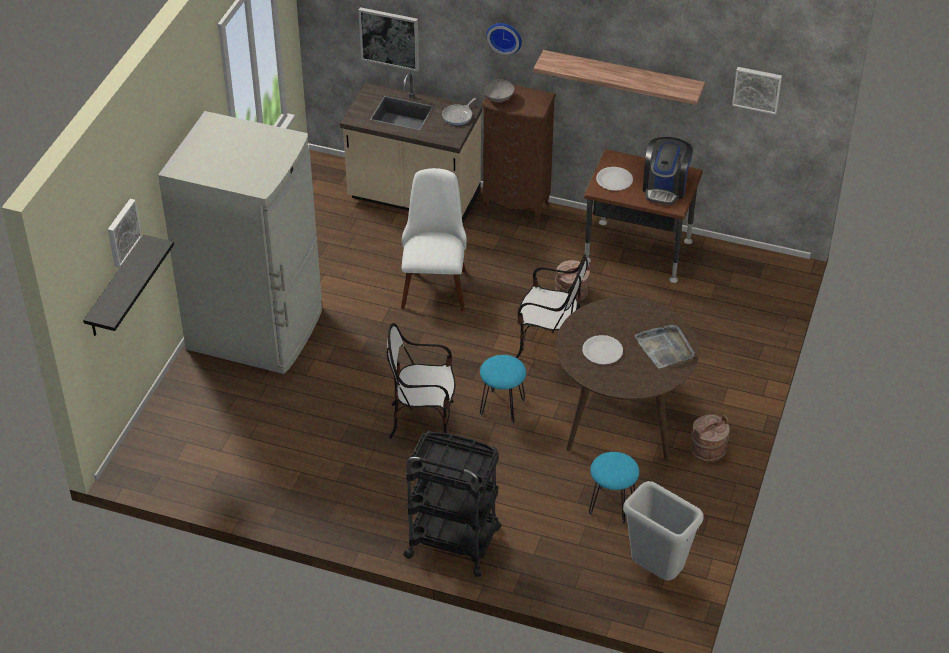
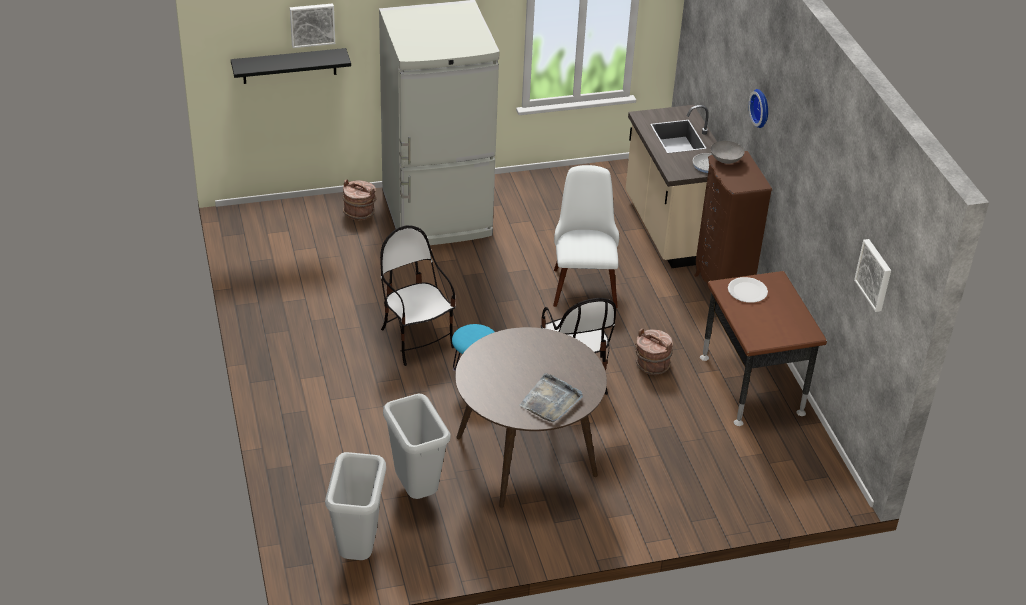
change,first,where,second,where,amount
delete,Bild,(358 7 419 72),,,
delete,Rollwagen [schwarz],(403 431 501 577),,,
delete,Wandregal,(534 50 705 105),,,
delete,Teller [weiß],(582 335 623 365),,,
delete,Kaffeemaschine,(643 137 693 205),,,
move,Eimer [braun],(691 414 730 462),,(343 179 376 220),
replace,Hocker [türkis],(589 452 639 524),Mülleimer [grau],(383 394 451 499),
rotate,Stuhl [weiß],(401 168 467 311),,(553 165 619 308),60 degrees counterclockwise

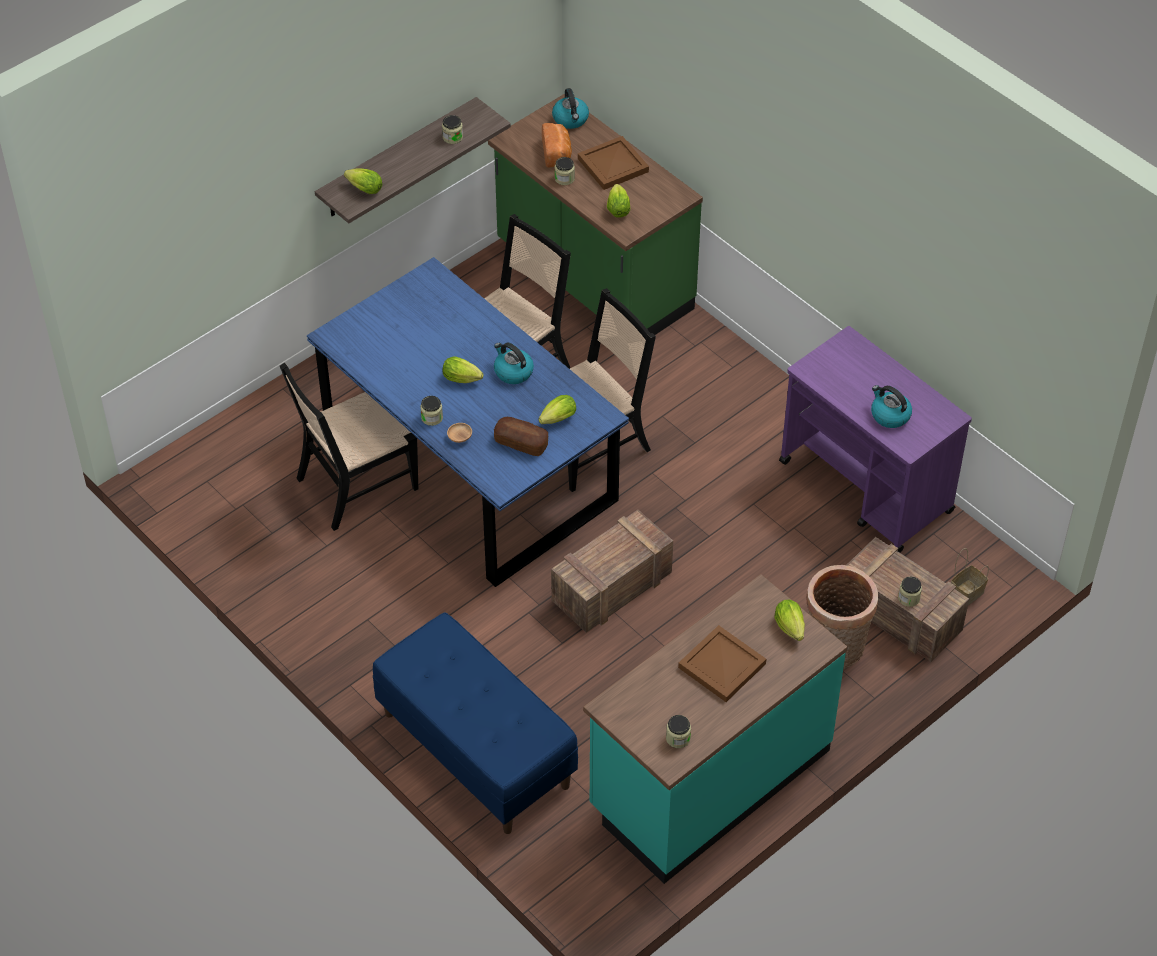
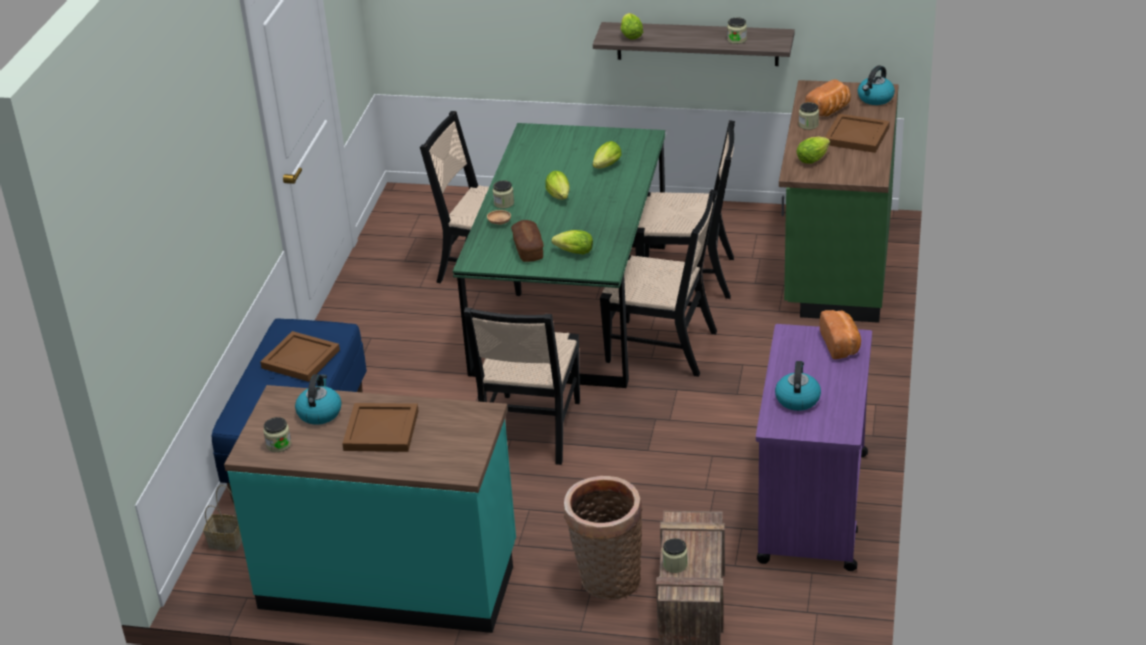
change,first,where,second,where,amount
insert,,,Tablett [braun],(260 331 340 382),
insert,,,Brot,(820 310 861 359),
move,Wasserkessel,(494 343 534 384),,(295 374 342 425),
move,Salatkopf,(774 600 805 641),,(593 141 622 168),
move,Korb,(951 548 989 605),,(203 485 242 551),
replace,Kiste,(551 510 673 633),Stuhl,(464 307 580 465),
recolor,Esstisch [blau],(307 257 629 587),Esstisch [grün],(453 123 666 388),

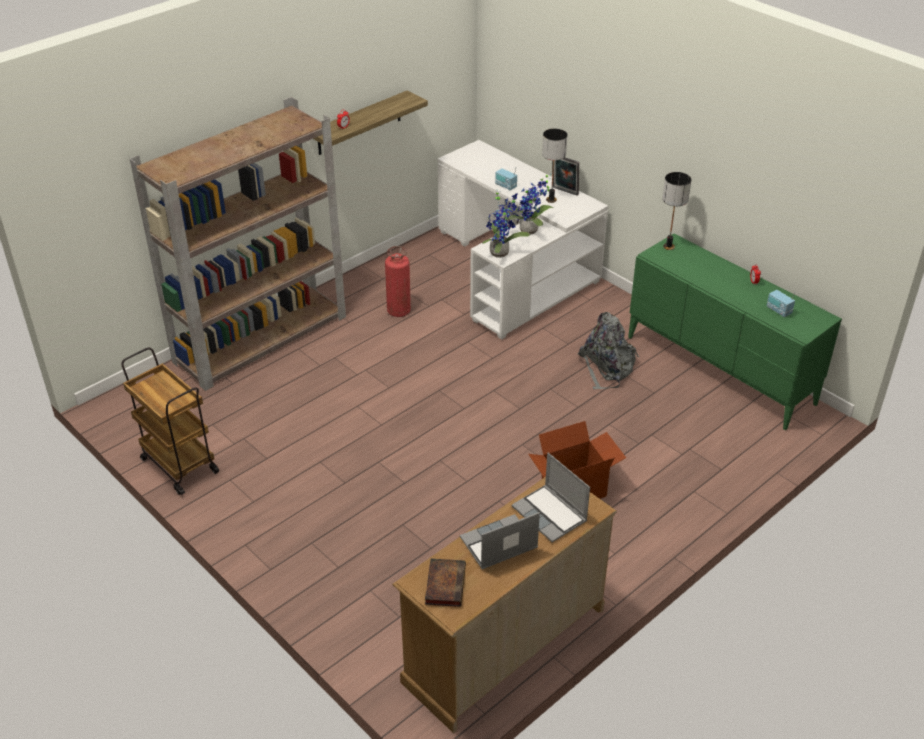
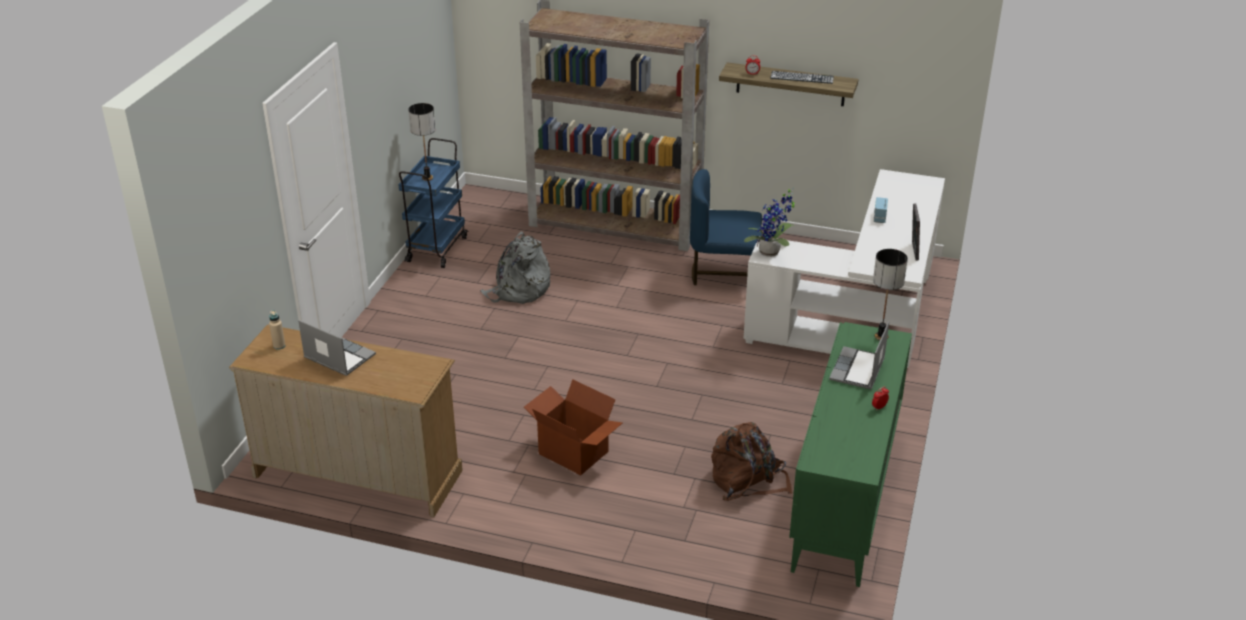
change,first,where,second,where,amount
delete,Topfpflanze,(507 174 553 235),,,
delete,Radio,(767 290 795 317),,,
insert,,,Rucksack [braun],(711 422 792 501),
insert,,,Tastatur,(770 71 834 84),
move,Laptop,(512 453 590 542),,(829 321 889 389),
move,Tischlampe,(542 129 567 203),,(408 103 436 181),
move,Rucksack [grau],(578 312 639 389),,(480 232 550 304),
replace,Feuerlöscher,(385 246 411 317),Stuhl [blau],(690 169 762 285),
replace,Buch,(425 559 466 607),Flasche [beige],(269 310 286 350),
recolor,Rollwagen [braun],(121 348 219 495),Rollwagen [blau],(398 138 469 268),

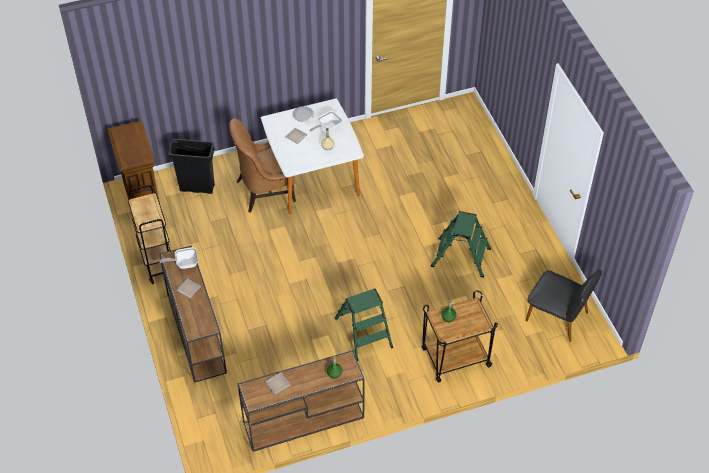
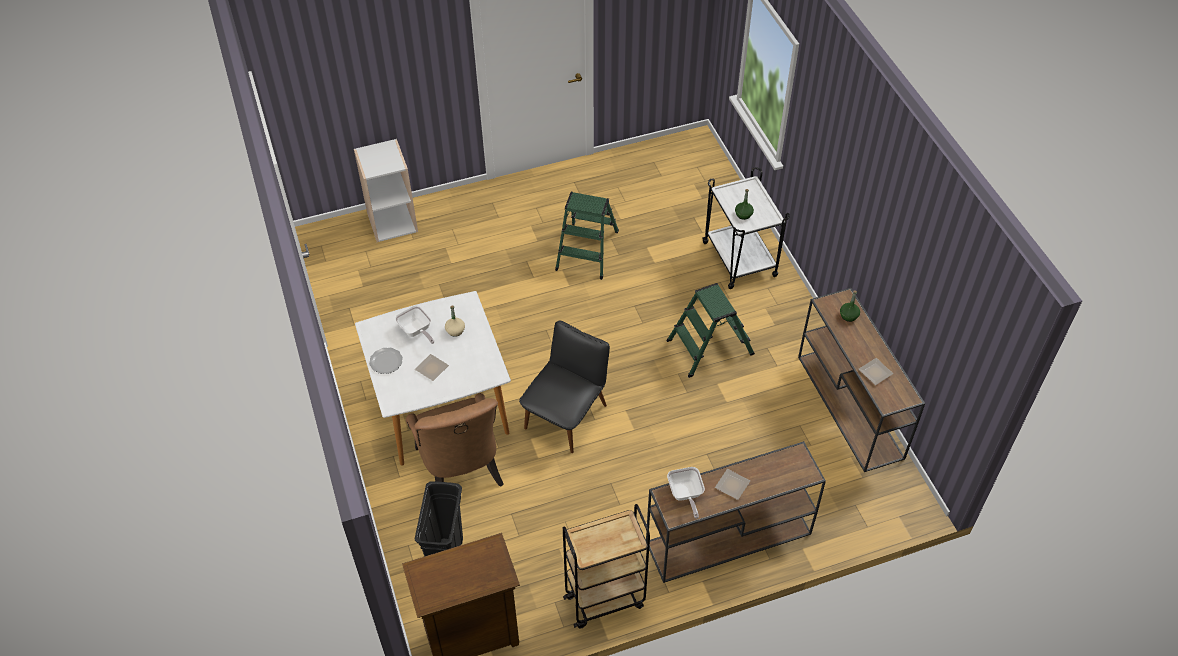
change,first,where,second,where,amount
insert,,,Bücherregal,(354 139 418 242),
move,Stuhl [schwarz],(526 269 602 342),,(519 320 610 453),
recolor,Rollwagen [braun],(422 290 498 382),Rollwagen [weiß],(702 167 790 289),

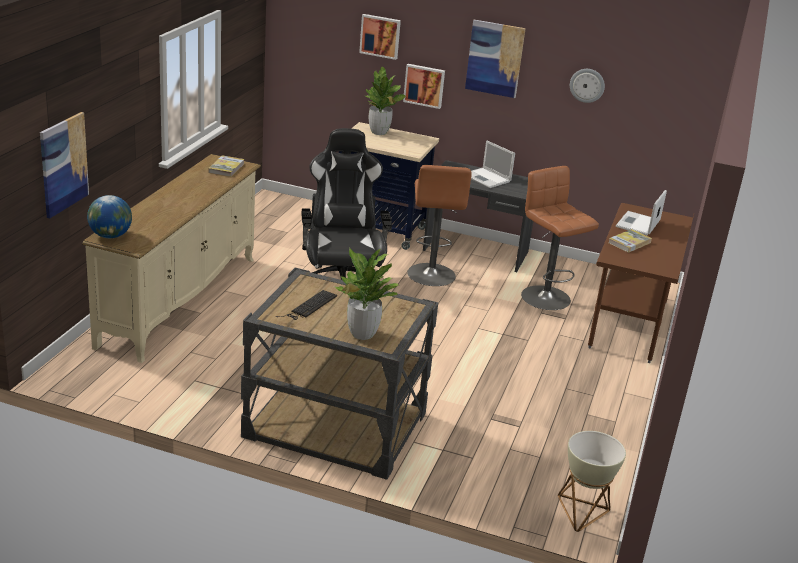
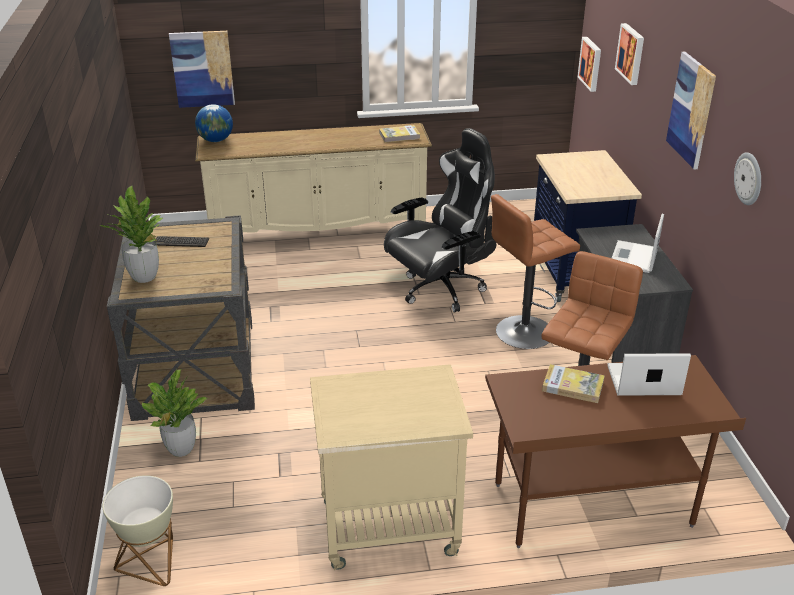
change,first,where,second,where,amount
insert,,,Rollwagen [beige],(310 364 473 571),
move,Topfpflanze,(366 66 406 135),,(142 369 207 457),
move,Bild,(403 64 445 109),,(578 37 601 92),

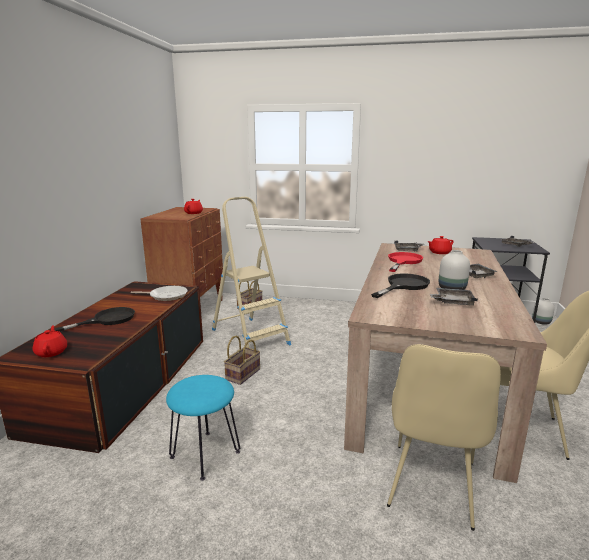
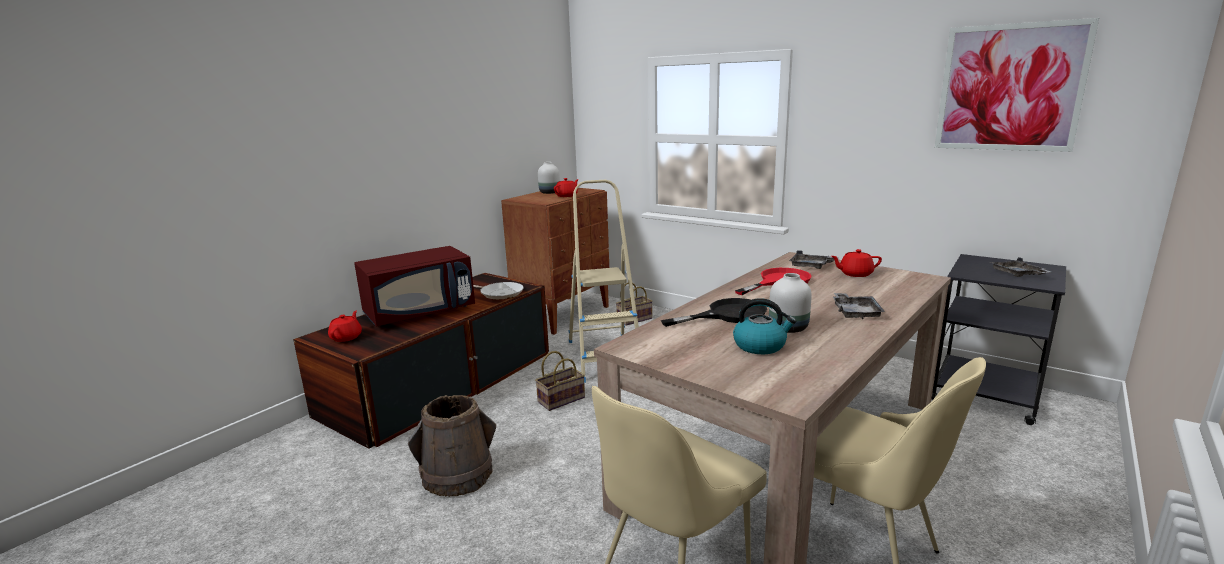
change,first,where,second,where,amount
insert,,,Bild,(934 18 1099 152),
move,Vase [weiß],(532 298 555 325),,(538 162 560 194),
replace,Pfanne [schwarz],(54 307 135 332),Mikrowelle [rot],(354 246 475 327),
replace,Hocker [türkis],(166 375 240 481),Eimer [braun],(408 395 496 497),
replace,Tablett [grau],(430 288 478 306),Wasserkessel,(733 298 796 354),

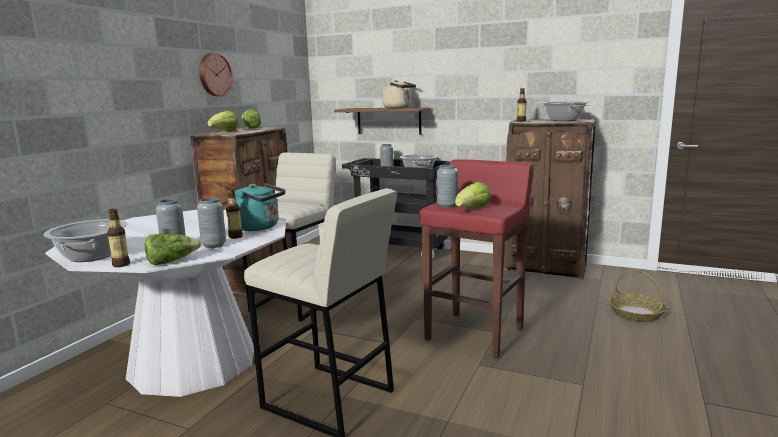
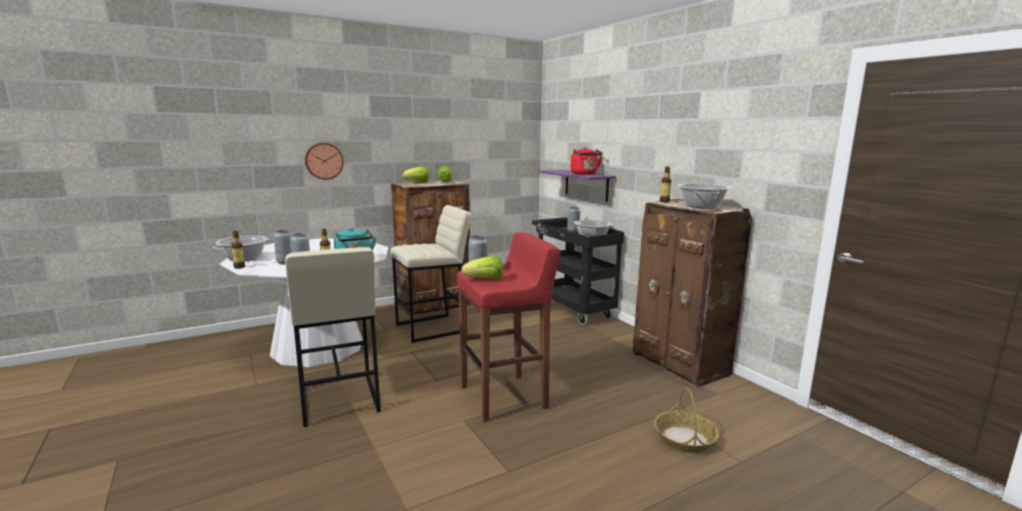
change,first,where,second,where,amount
delete,Salatkopf,(145 234 202 265),,,
move,Wanduhr,(199 52 233 96),,(305 143 344 180),
recolor,Wandregal [braun],(334 107 431 135),Wandregal [lila],(538 169 616 202),
recolor,Wasserkessel [beige],(383 80 416 108),Wasserkessel [rot],(571 147 603 175),

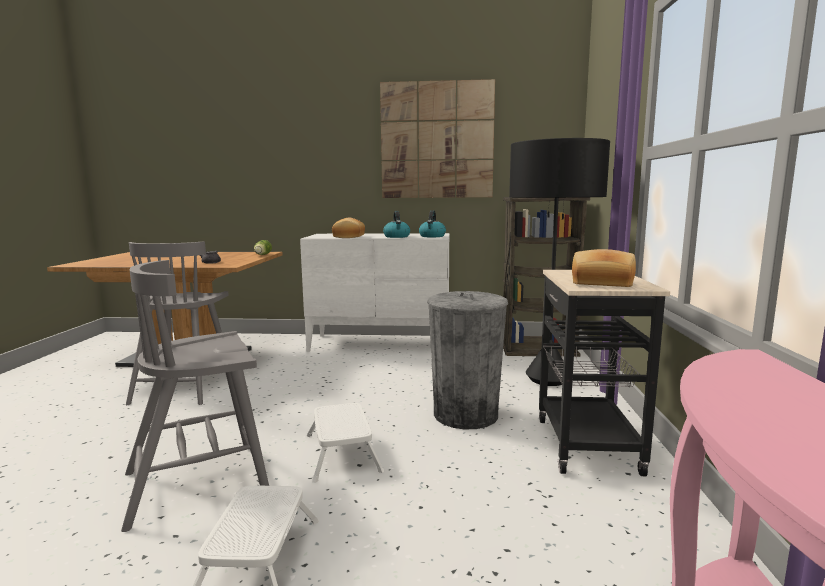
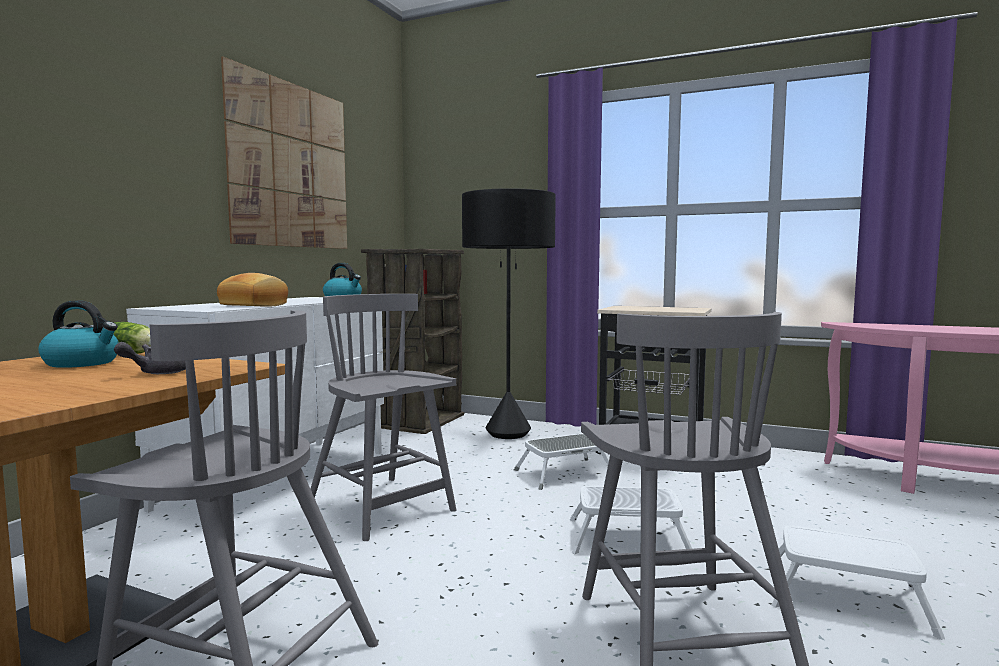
change,first,where,second,where,amount
delete,Brot,(572 249 636 287),,,
insert,,,Stuhl [grau],(311 294 456 541),
move,Wasserkessel,(383 211 410 238),,(38 300 119 368),
replace,Mülleimer [grau],(427 291 508 429),Trittleiter [grau],(514 433 609 490),

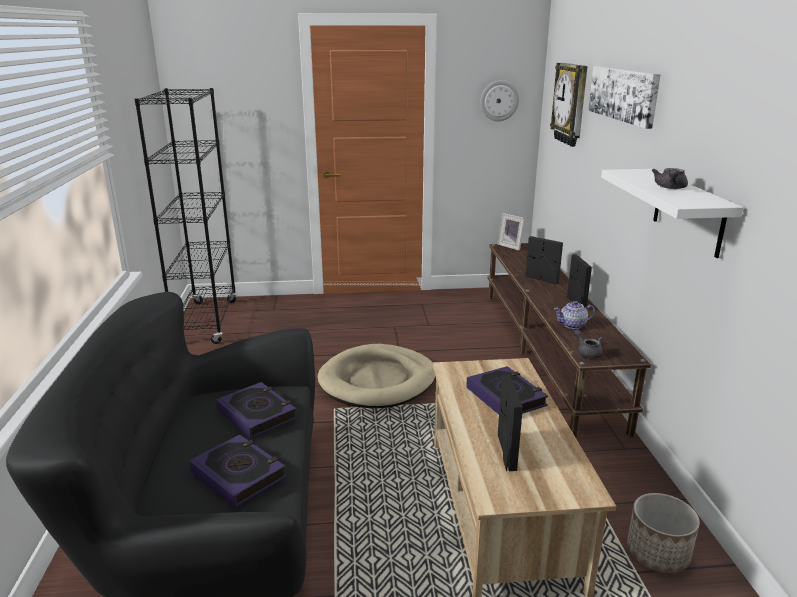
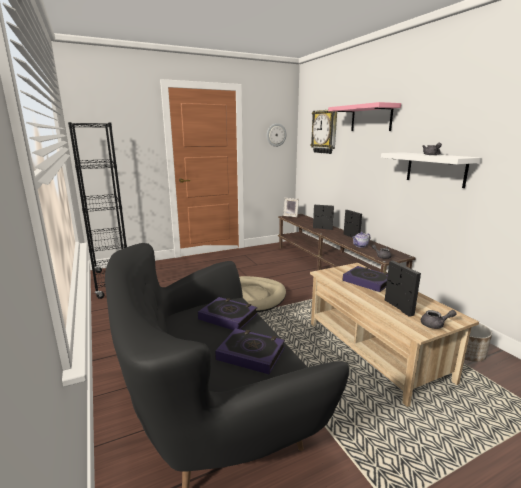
change,first,where,second,where,amount
insert,,,Teekanne [grau],(421 310 457 329),
replace,Bild,(588 66 661 129),Wandregal [rosa],(328 102 401 131),

